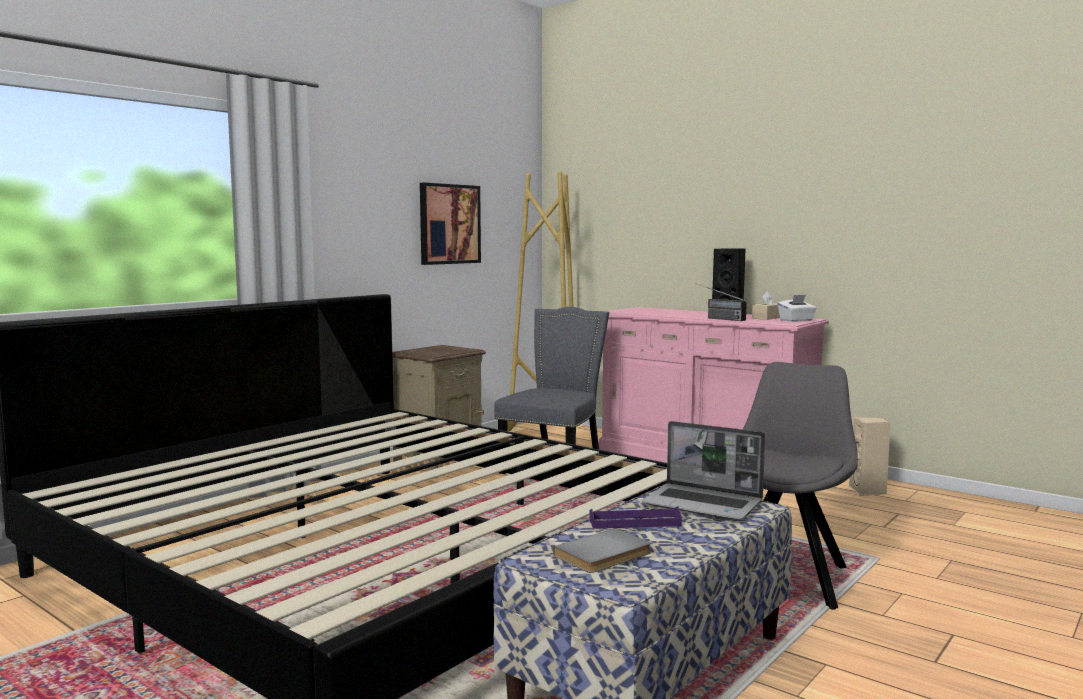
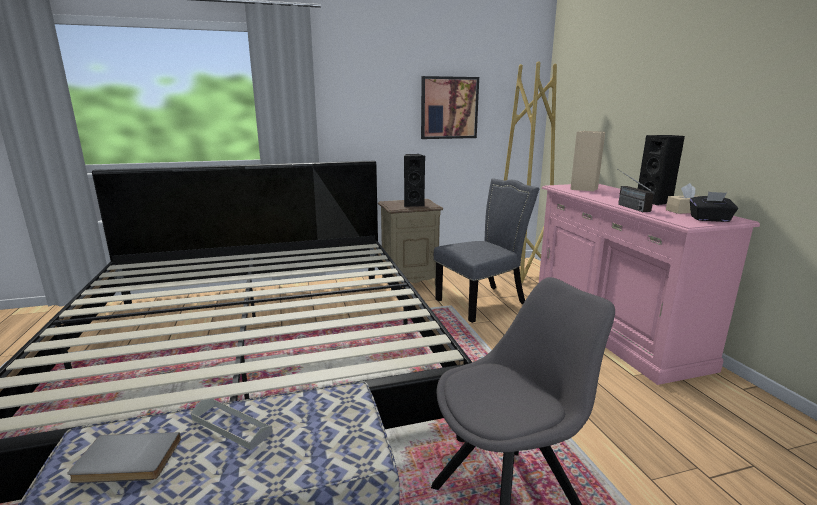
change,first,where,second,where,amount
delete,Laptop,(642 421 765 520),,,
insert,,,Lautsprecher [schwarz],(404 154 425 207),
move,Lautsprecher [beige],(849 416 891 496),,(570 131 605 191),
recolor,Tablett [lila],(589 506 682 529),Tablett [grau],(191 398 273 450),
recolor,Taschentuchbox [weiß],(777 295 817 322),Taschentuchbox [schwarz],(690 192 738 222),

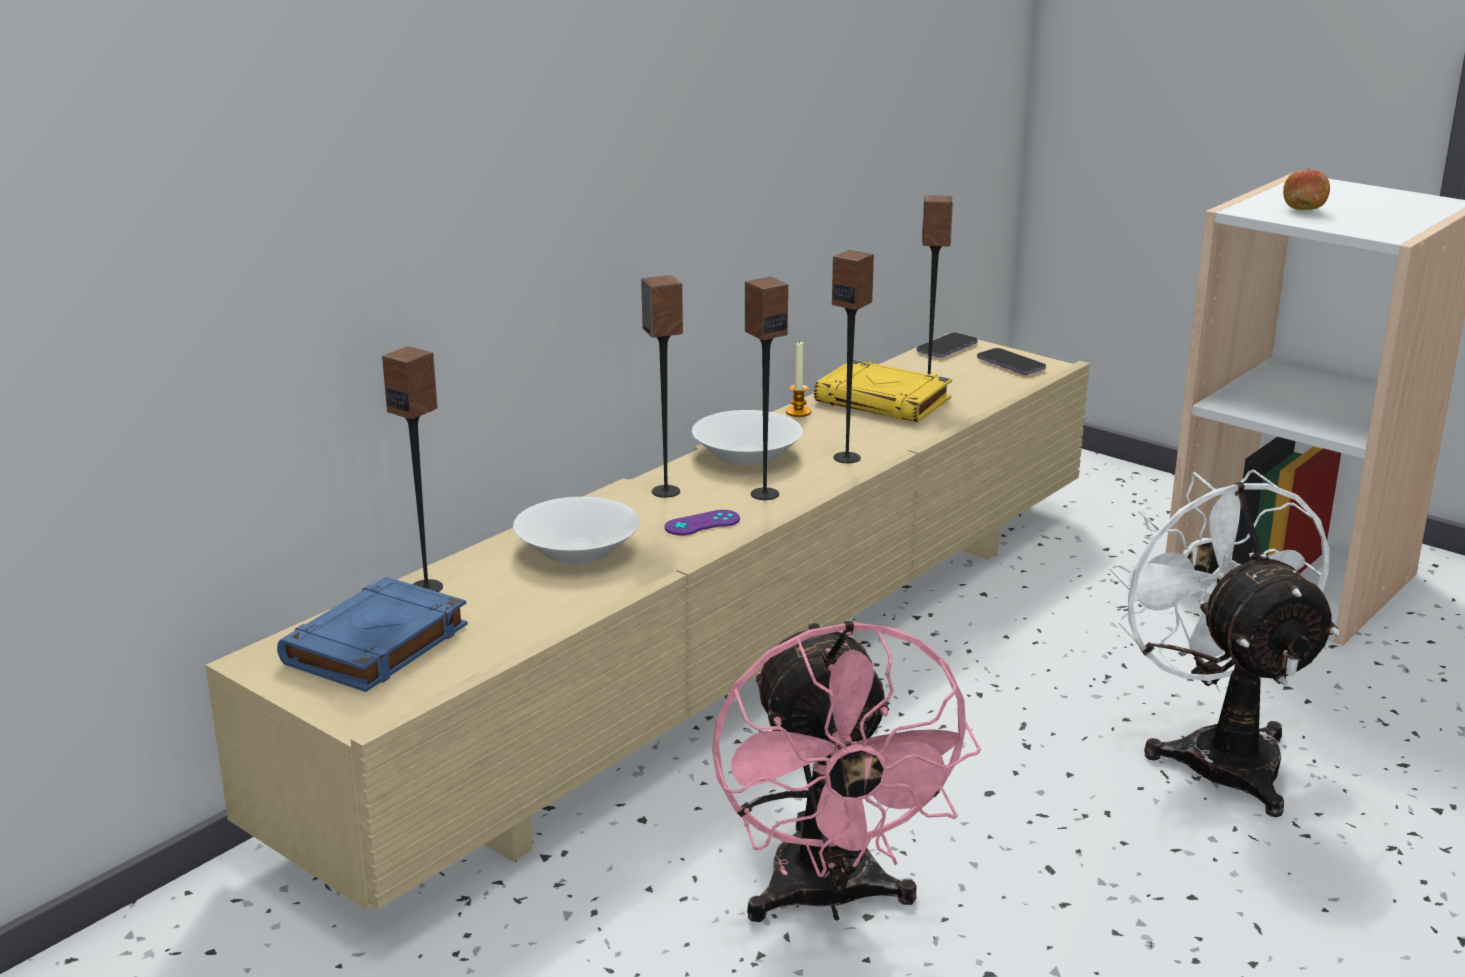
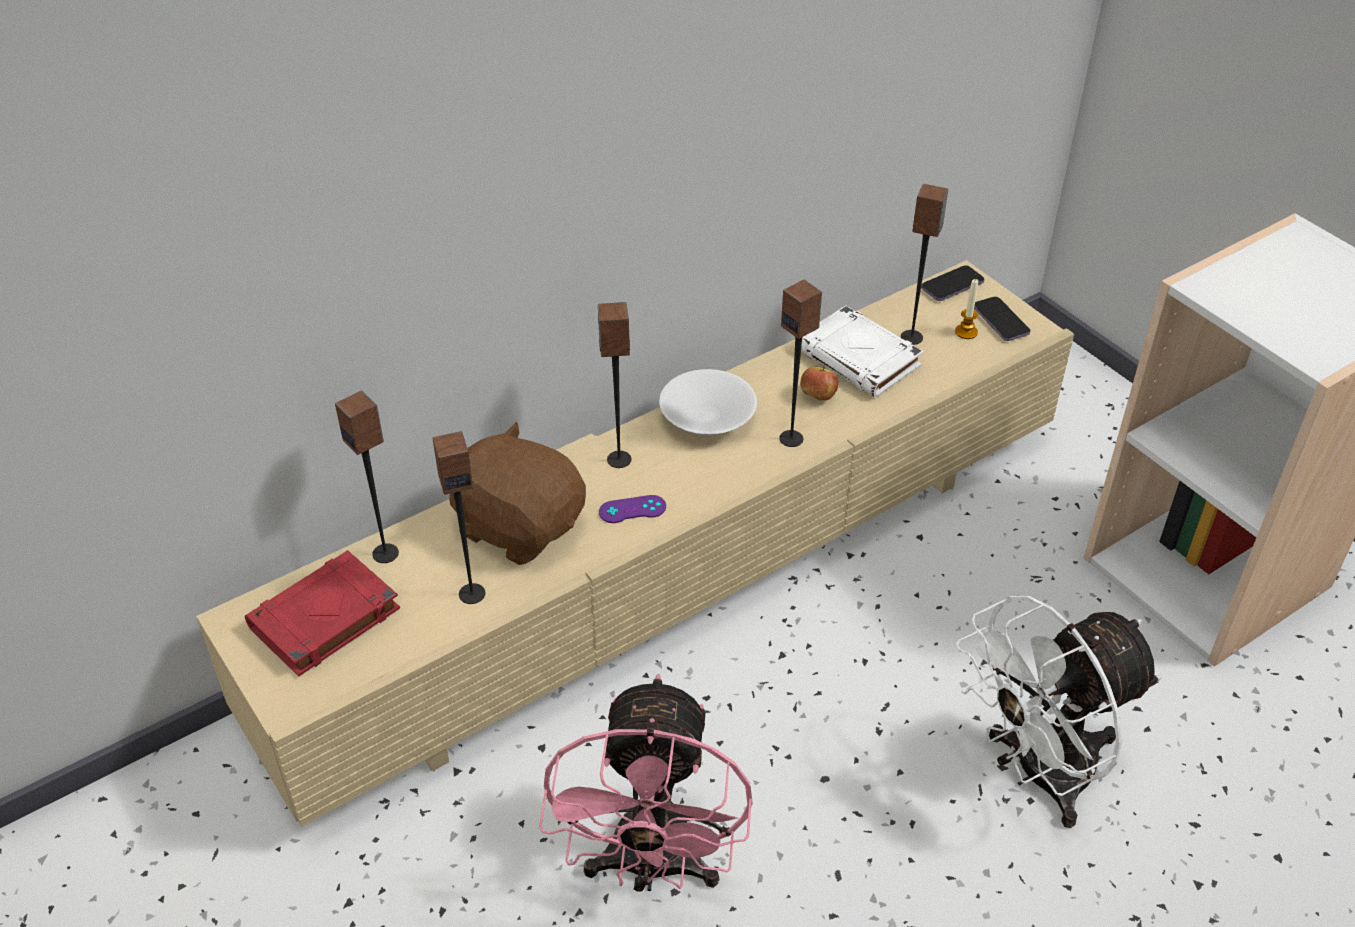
change,first,where,second,where,amount
move,Lautsprecher,(745 277 788 500),,(433 431 485 604),
move,Kerze,(786 340 811 417),,(955 279 978 339),
move,Apfel,(1283 169 1330 210),,(800 366 838 401),
replace,Schüssel [weiß],(513 497 639 564),Plüschtier [braun],(449 422 586 565),
recolor,Buch [blau],(277 577 468 692),Buch [rot],(245 550 400 677),
recolor,Buch [gelb],(814 360 952 422),Buch [weiß],(801 305 924 398),
rotate,Ventilator [weiß],(1110 470 1339 817),,(956 596 1162 828),120 degrees counterclockwise

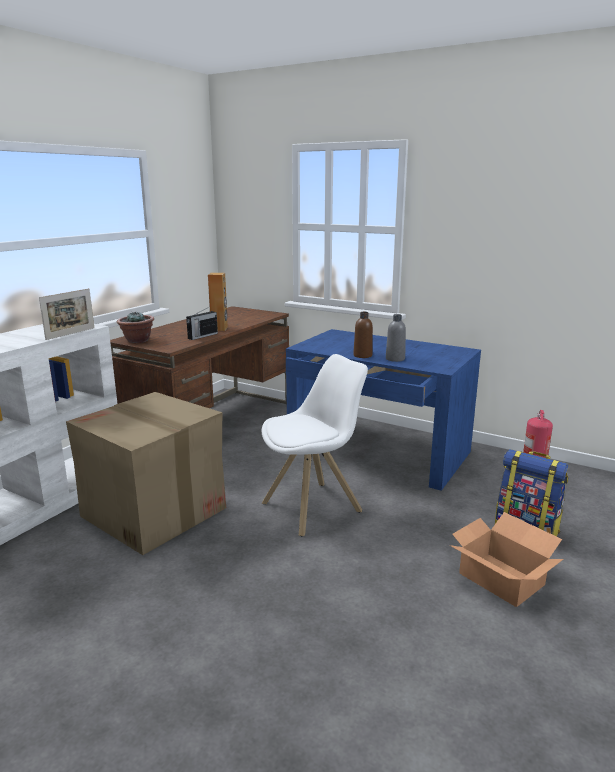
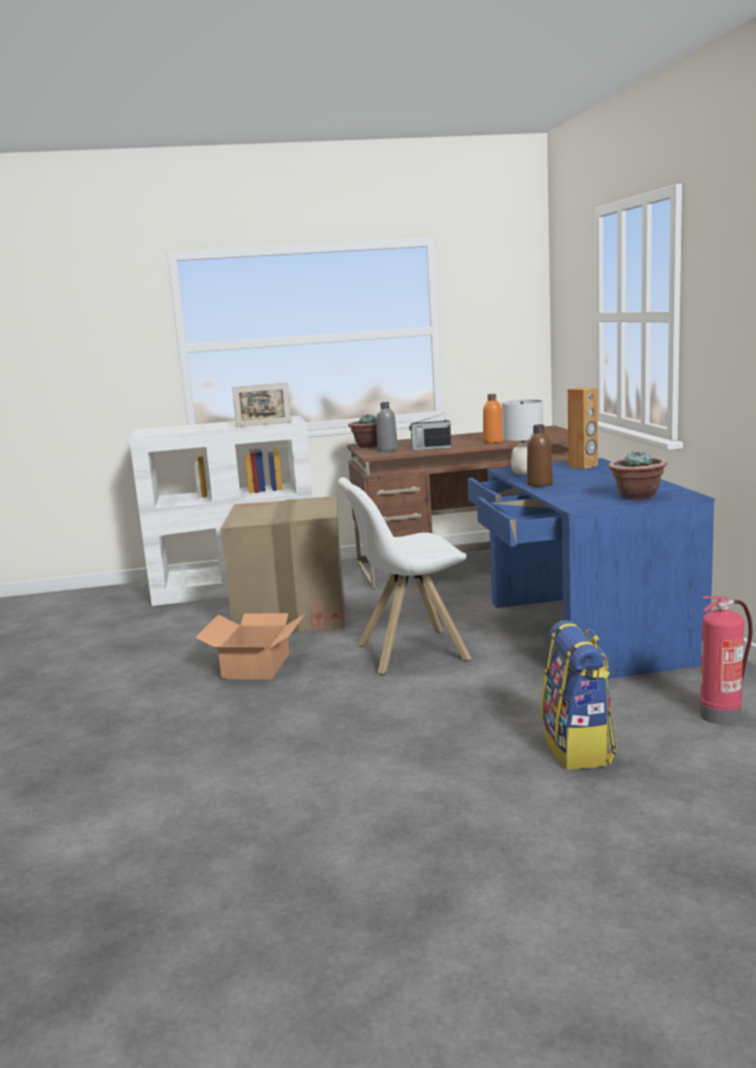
change,first,where,second,where,amount
insert,,,Flasche [orange],(483 394 504 443),
insert,,,Tischlampe [grau],(501 399 543 474),
insert,,,Topfpflanze,(608 451 667 500),
move,Lautsprecher [braun],(208 273 228 331),,(568 387 598 469),
move,Flasche [grau],(386 314 406 362),,(376 402 398 452),
move,Karton,(449 512 563 607),,(195 613 306 679),
rotate,Stuhl [weiß],(262 354 368 536),,(338 477 471 674),150 degrees clockwise

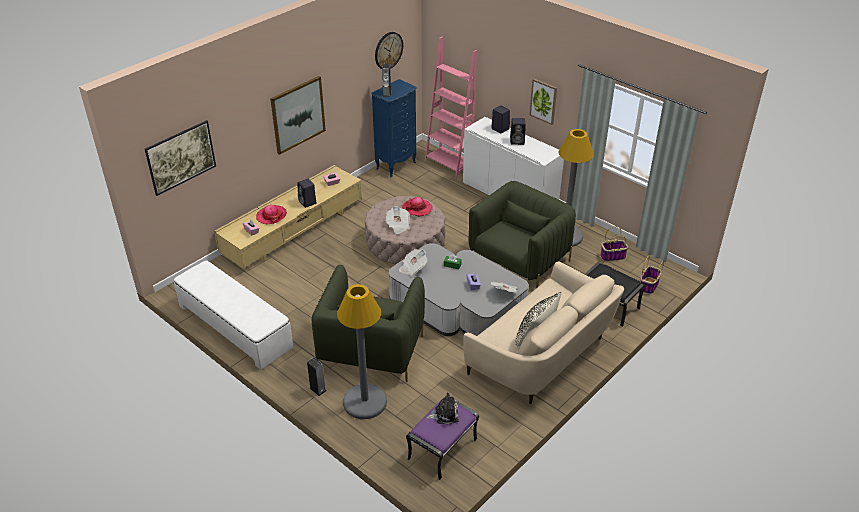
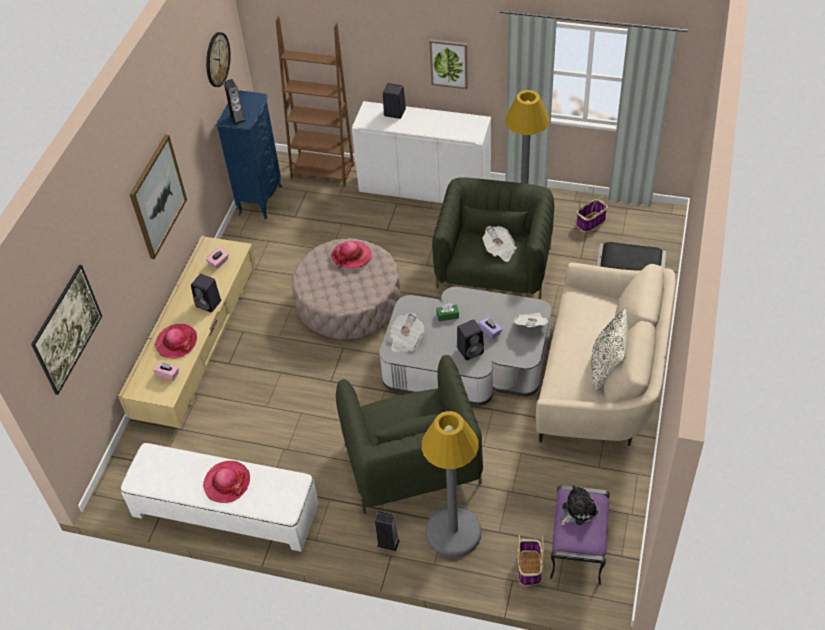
change,first,where,second,where,amount
insert,,,Hut,(203 461 250 503),
move,Zeitung,(386 206 410 234),,(482 226 517 262),
move,Lautsprecher [schwarz],(510 118 526 145),,(457 319 484 360),
move,Korb,(641 256 664 294),,(517 535 544 586),
recolor,Bücherregal [rosa],(425 37 477 177),Bücherregal [braun],(276 16 354 187),

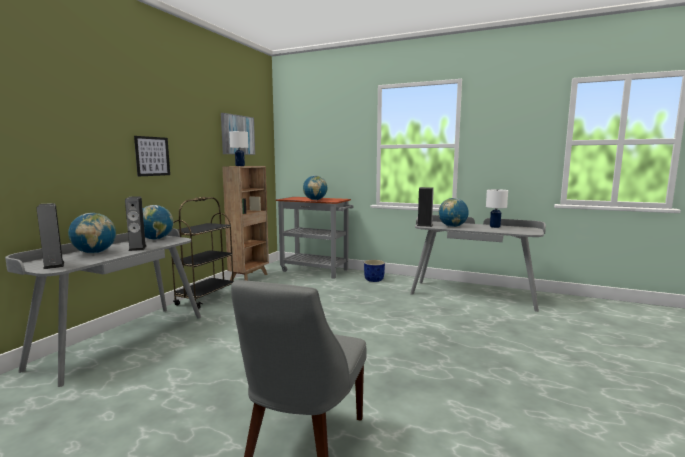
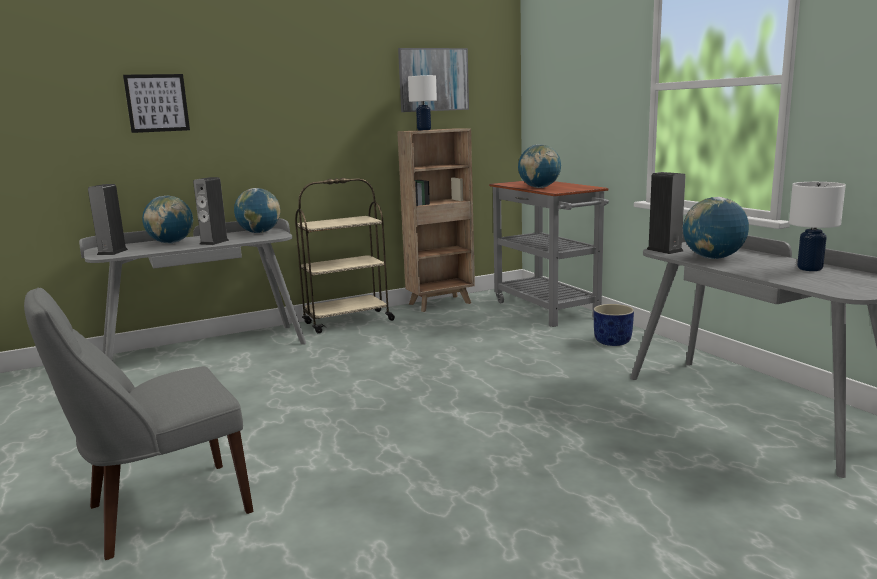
change,first,where,second,where,amount
move,Bild,(134 136 170 177),,(123 74 190 133),
recolor,Rollwagen [schwarz],(171 197 234 309),Rollwagen [beige],(295 178 395 334),

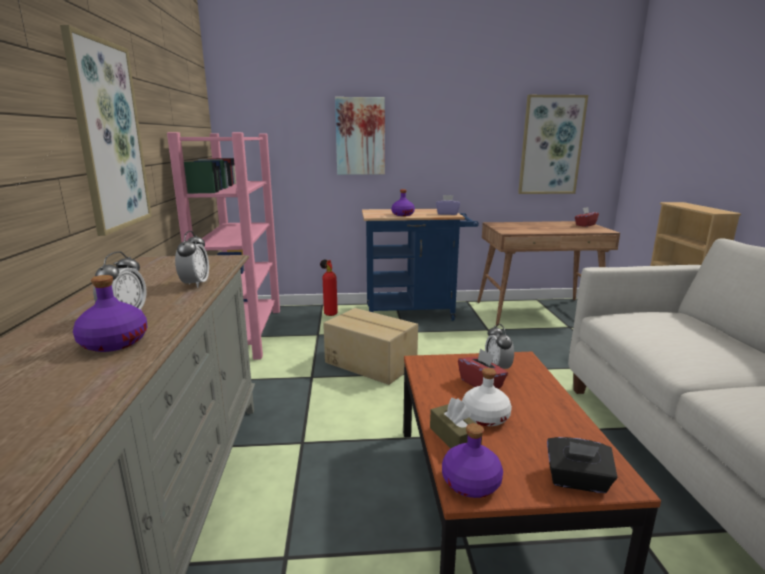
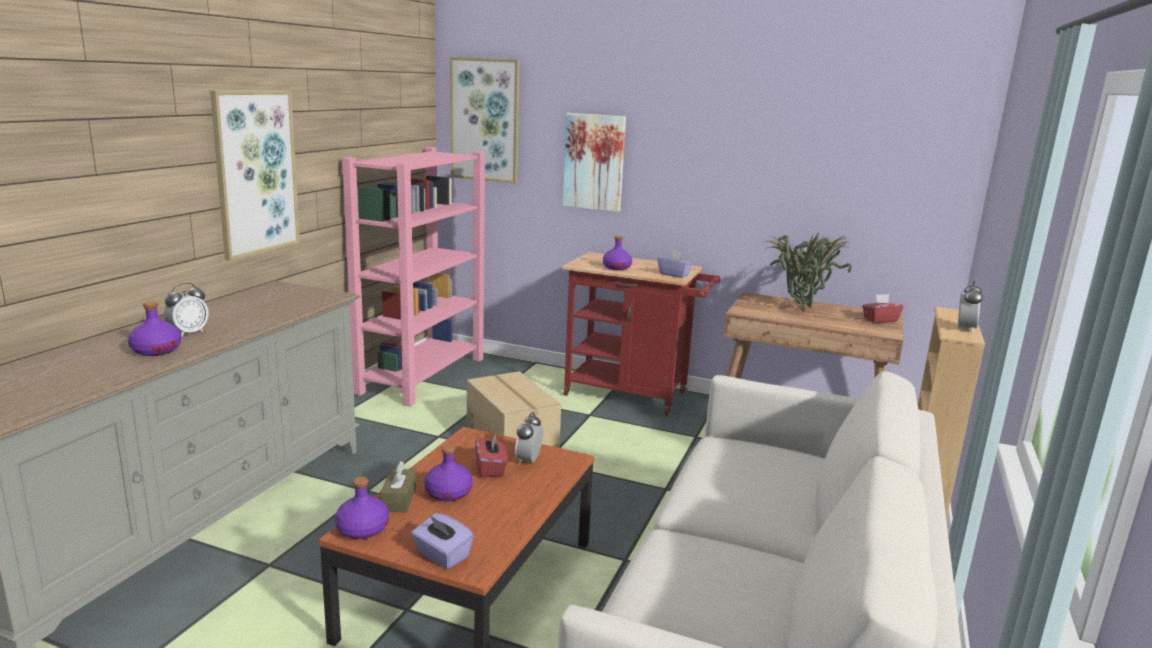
change,first,where,second,where,amount
delete,Feuerlöscher,(320 259 338 316),,,
insert,,,Topfpflanze,(763 231 852 311),
move,Wecker,(175 231 209 288),,(958 280 983 333),
move,Bild,(518 95 588 194),,(450 57 520 184),
recolor,Rollwagen [blau],(362 209 479 321),Rollwagen [rot],(562 252 721 416),
recolor,Flasche [weiß],(462 368 512 426),Flasche [lila],(424 445 473 502),
recolor,Taschentuchbox [schwarz],(547 437 618 493),Taschentuchbox [lila],(411 513 474 569),

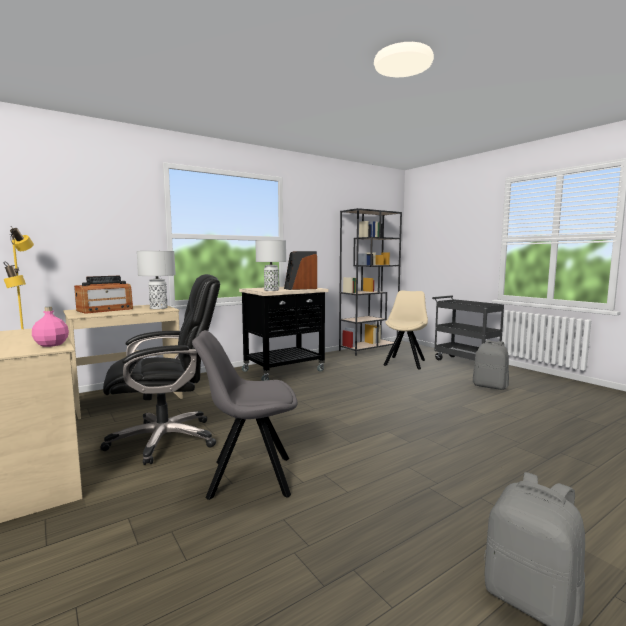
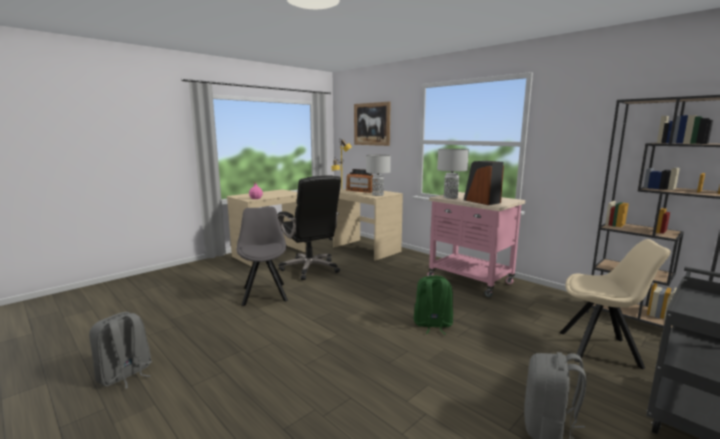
change,first,where,second,where,amount
insert,,,Bild,(354 101 391 146),
insert,,,Rucksack [grün],(414 275 453 335),
recolor,Rollwagen [schwarz],(239 287 328 381),Rollwagen [rosa],(427 192 525 297),

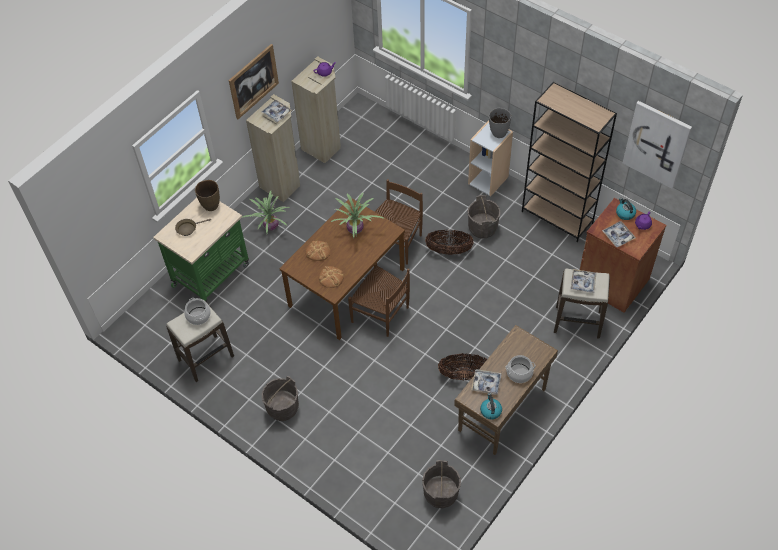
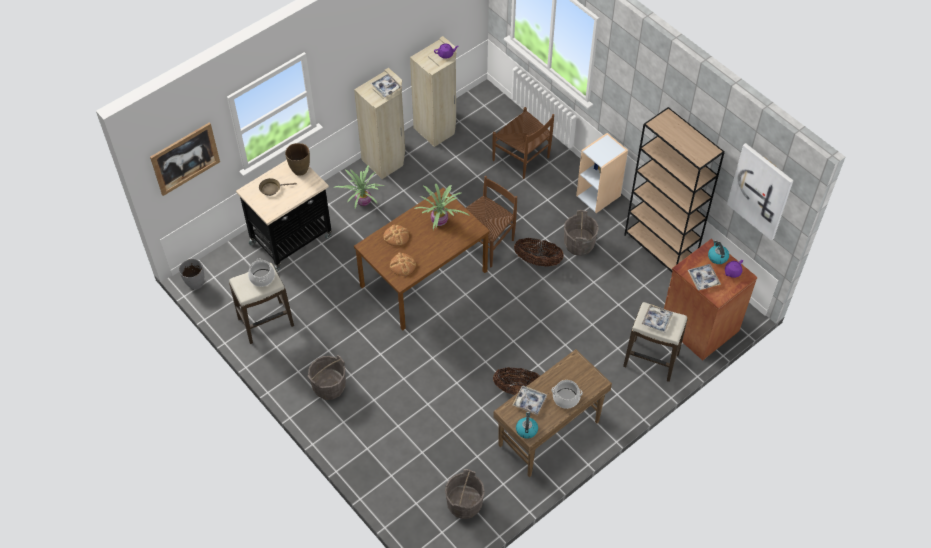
change,first,where,second,where,amount
move,Bild,(229 44 279 119),,(150 122 220 196),
move,Stuhl [braun],(348 263 410 337),,(492 107 554 179),
move,Vase [grau],(489 108 511 138),,(179 258 204 289),
recolor,Rollwagen [grün],(153 198 249 303),Rollwagen [schwarz],(236 160 332 271),

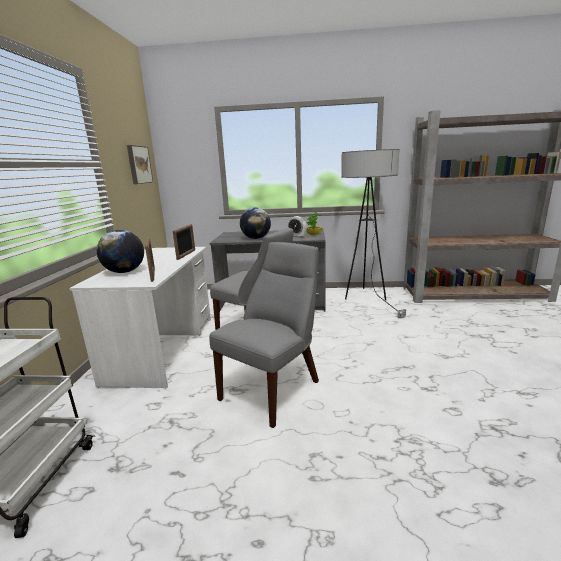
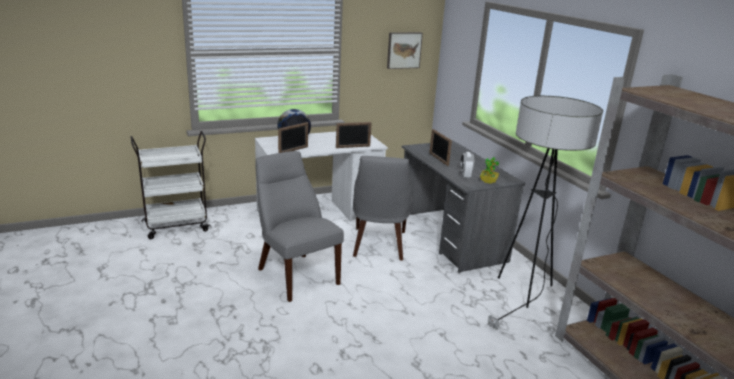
change,first,where,second,where,amount
replace,Globus,(240 208 271 239),Bilderrahmen,(430 129 452 166),
rotate,Stuhl [grau],(209 242 319 428),,(255 151 344 302),135 degrees counterclockwise

